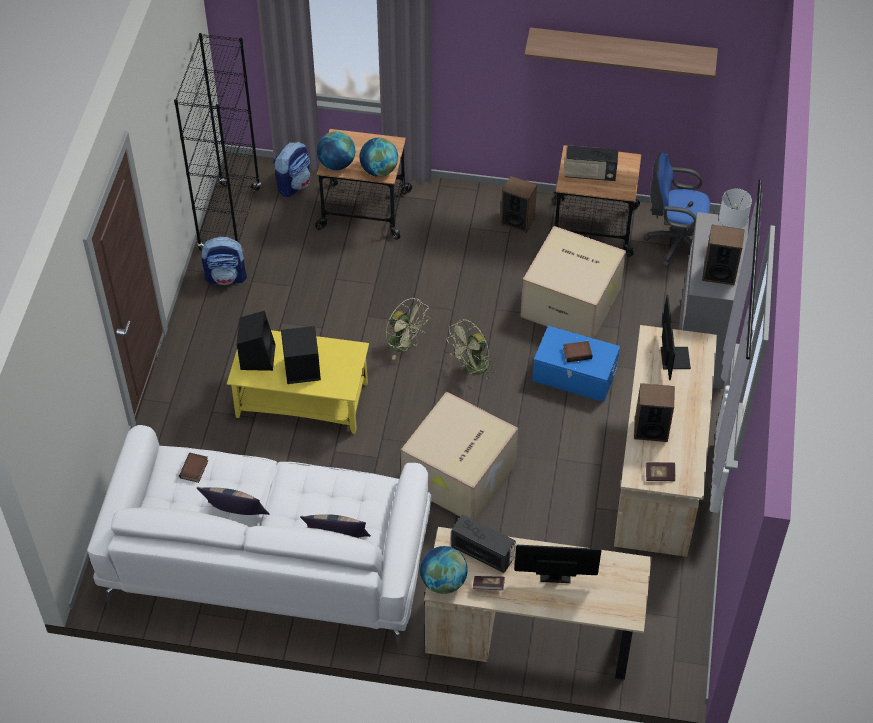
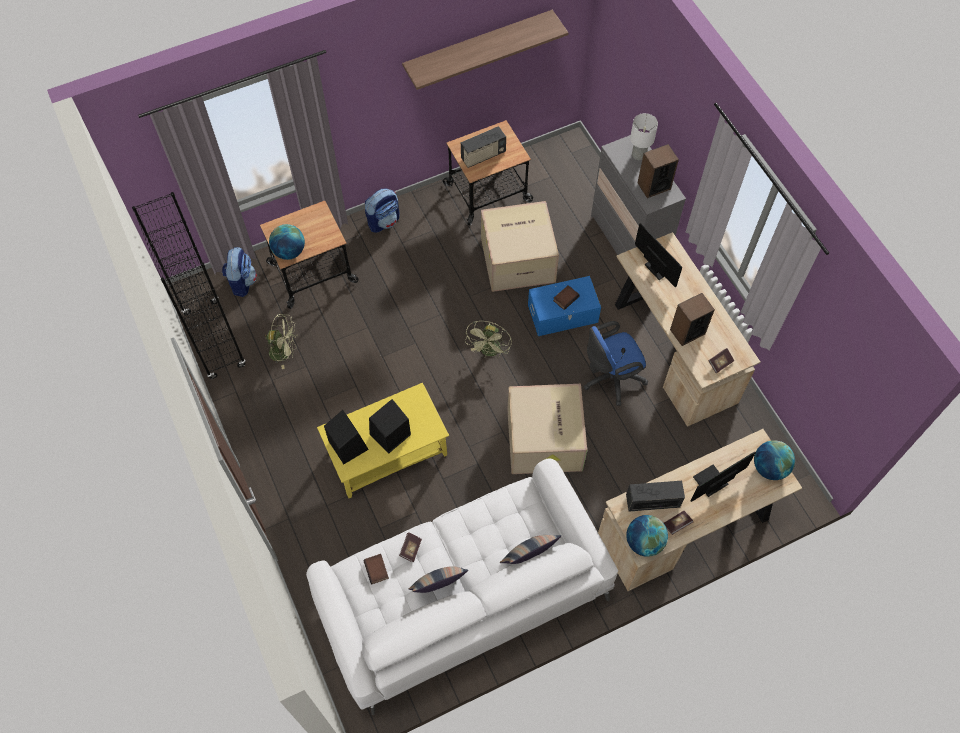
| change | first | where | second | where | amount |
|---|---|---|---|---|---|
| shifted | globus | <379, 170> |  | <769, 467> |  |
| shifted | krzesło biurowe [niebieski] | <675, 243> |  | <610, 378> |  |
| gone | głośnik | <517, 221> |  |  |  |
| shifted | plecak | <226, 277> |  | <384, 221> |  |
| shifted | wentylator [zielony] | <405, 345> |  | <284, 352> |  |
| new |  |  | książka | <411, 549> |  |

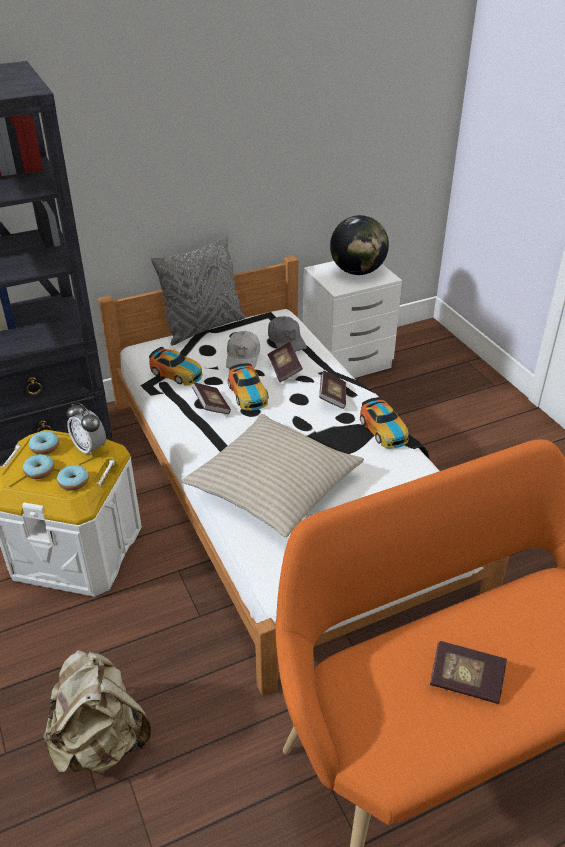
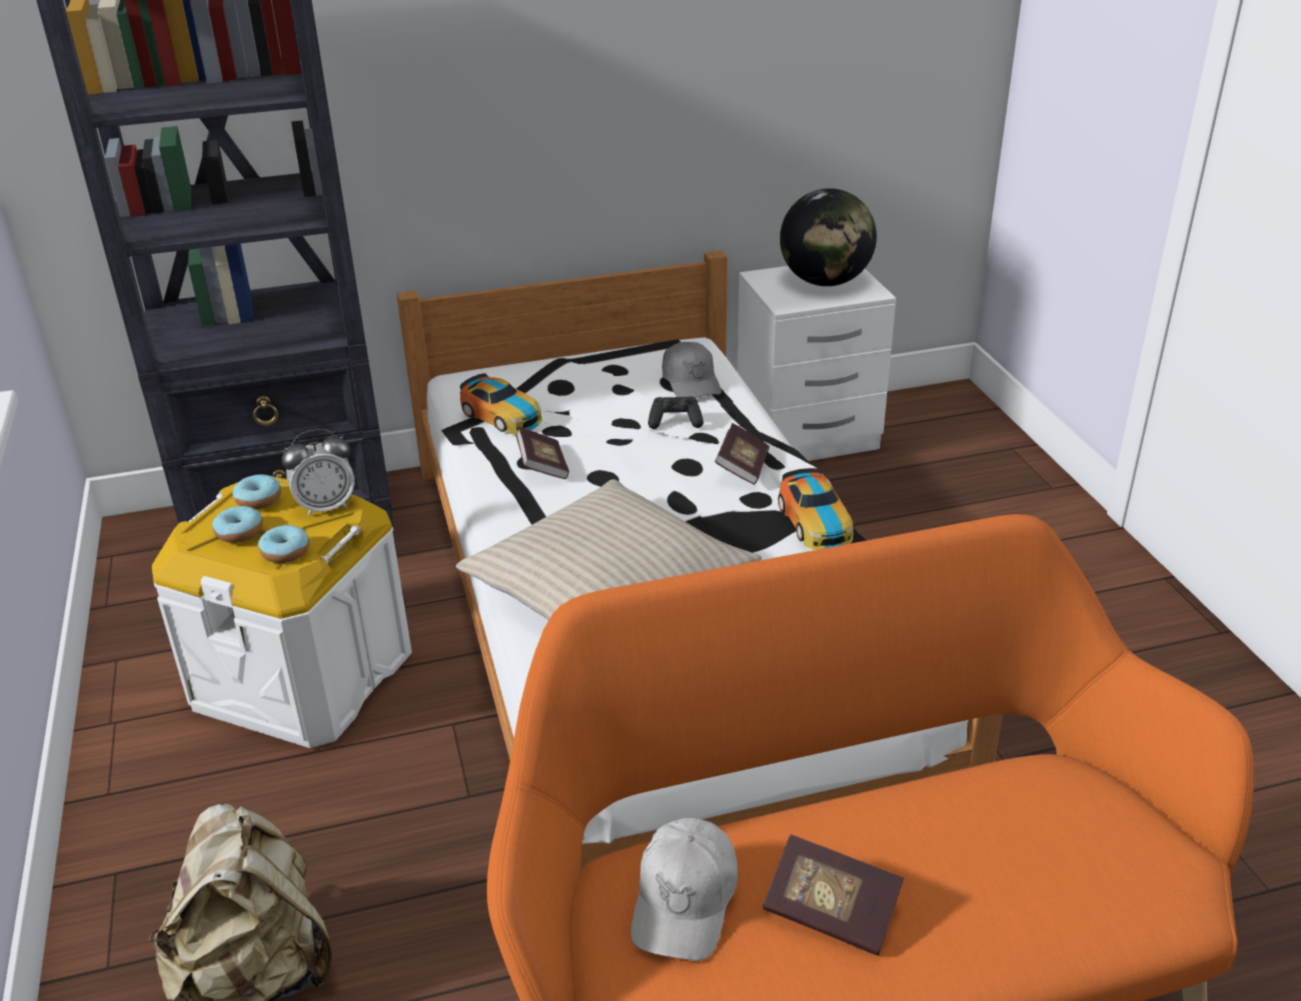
| change | first | where | second | where | amount |
|---|---|---|---|---|---|
| gone | poduszka [szary] | <203, 327> |  |  |  |
| shifted | czapka z daszkiem [biały] | <243, 357> |  | <685, 900> |  |
| swapped | książka | <284, 369> | pad do gier [czarny] | <675, 421> |  |
| gone | samochodzik | <248, 394> |  |  |  |
| rotated | budzik | <90, 448> |  | <326, 506> | 75 degrees counterclockwise |

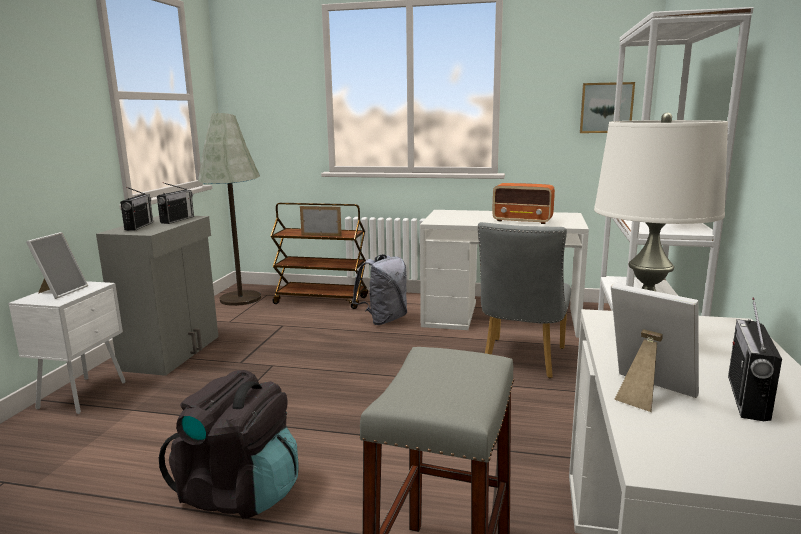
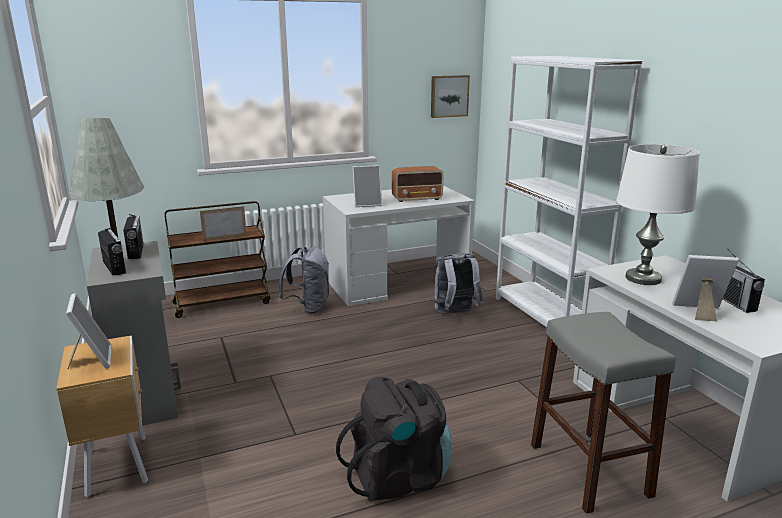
| change | first | where | second | where | amount |
|---|---|---|---|---|---|
| swapped | krzesło [szary] | <521, 361> | plecak [szary] | <455, 314> |  |
| repainted | szafka nocna [biały] | <85, 394> | szafka nocna [brązowy] | <119, 464> |  |
| new |  |  | ramka na zdjęcie | <367, 204> |  |

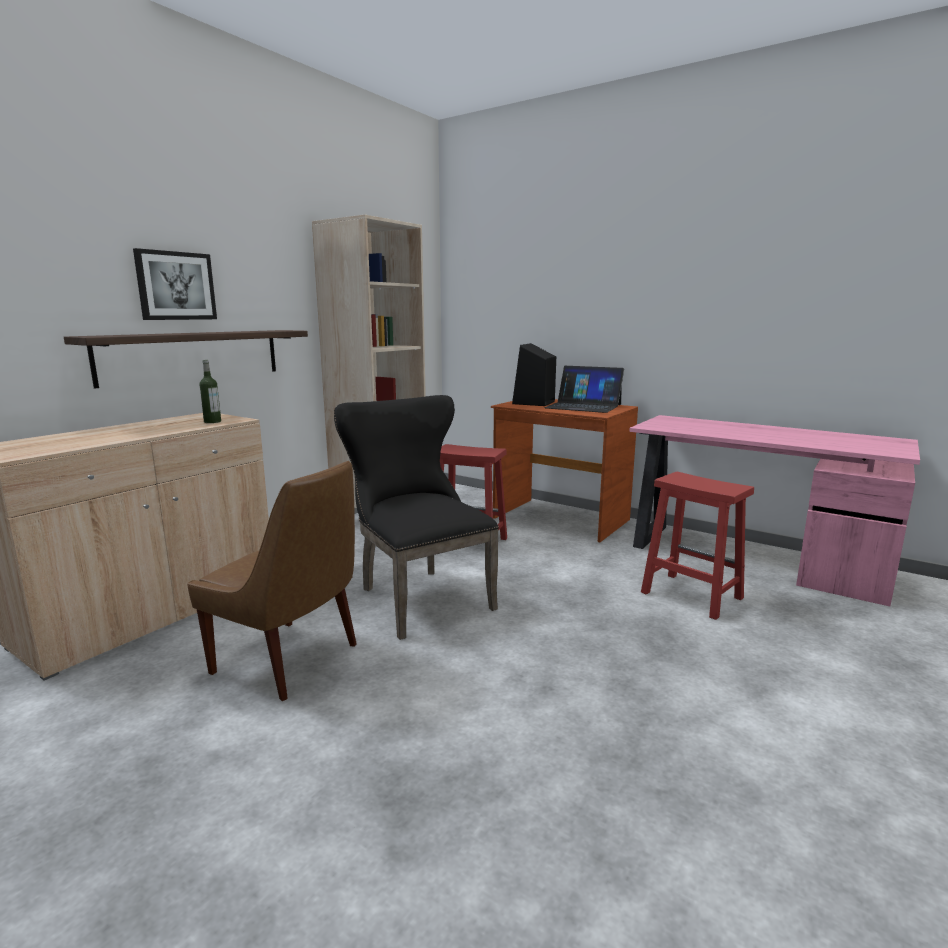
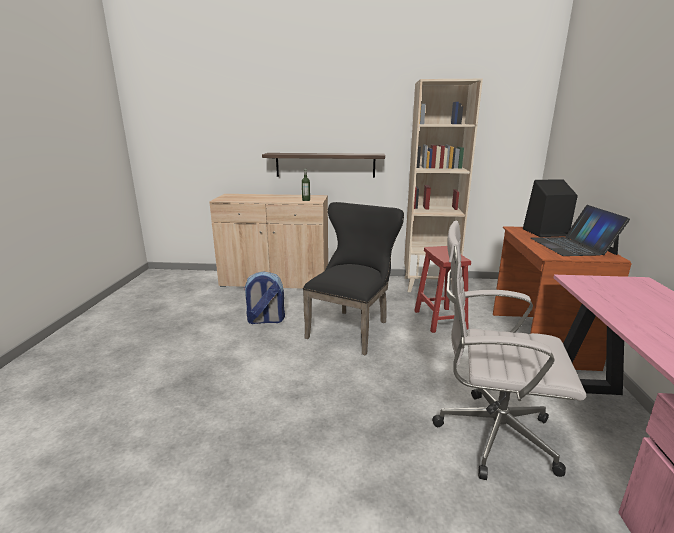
| change | first | where | second | where | amount |
|---|---|---|---|---|---|
| gone | obraz | <175, 286> |  |  |  |
| swapped | krzesło [brązowy] | <290, 660> | plecak | <265, 320> |  |
| swapped | stołek [czerwony] | <690, 595> | krzesło biurowe [biały] | <489, 434> |  |

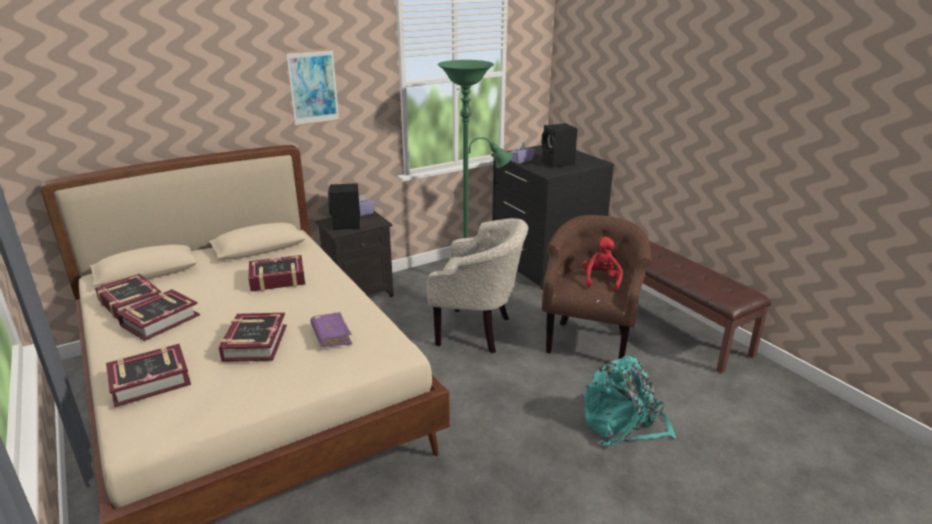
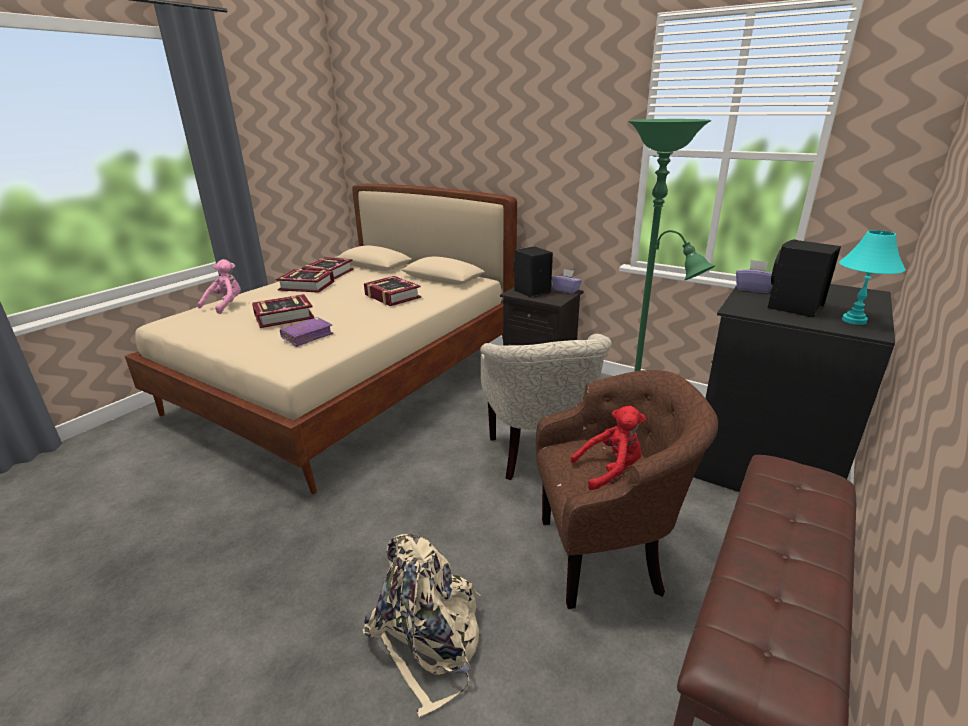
| change | first | where | second | where | amount |
|---|---|---|---|---|---|
| gone | obraz | <313, 87> |  |  |  |
| swapped | książka | <150, 381> | pluszak [różowy] | <226, 305> |  |
| repainted | plecak [turkusowy] | <623, 424> | plecak [beżowy] | <428, 640> |  |
| new |  |  | lampa stołowa [turkusowy] | <854, 321> |  |

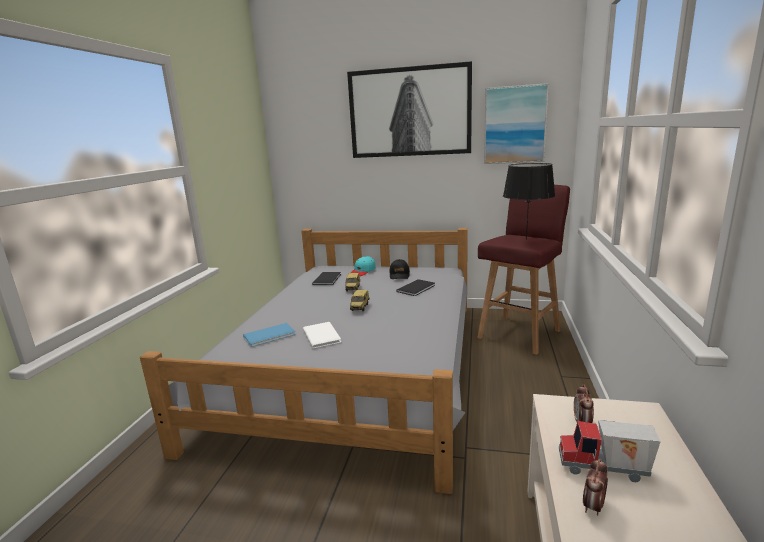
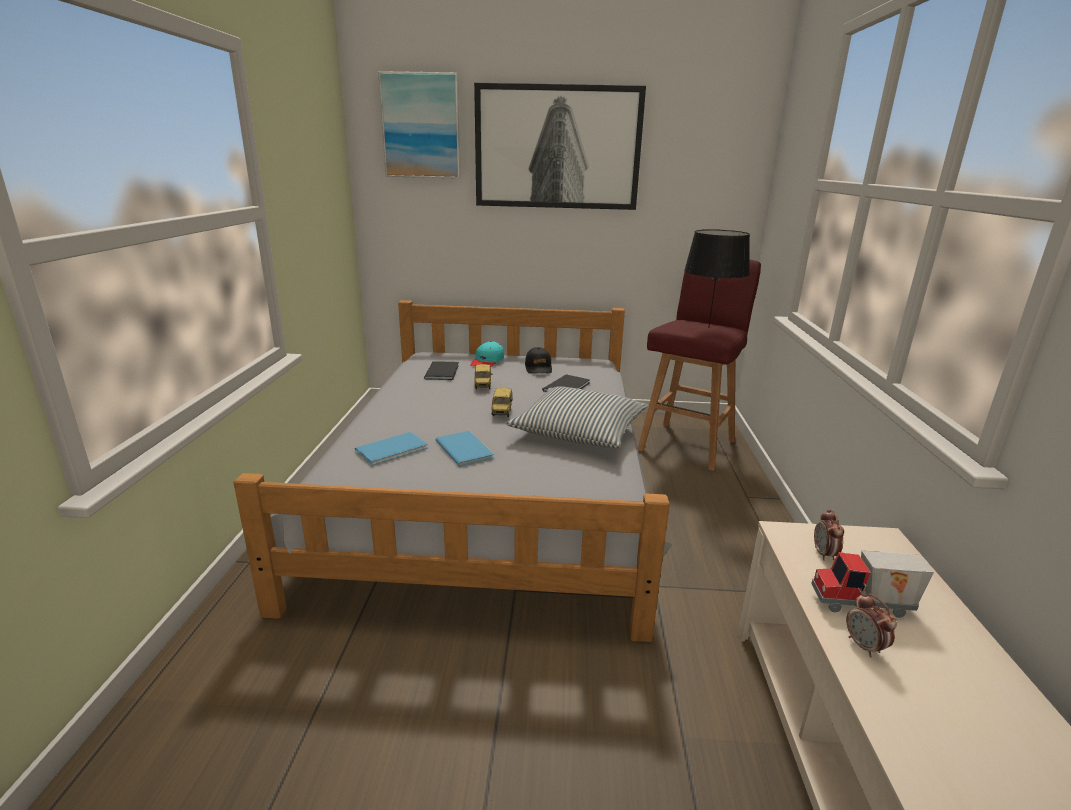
| change | first | where | second | where | amount |
|---|---|---|---|---|---|
| shifted | obraz | <514, 125> |  | <421, 126> |  |
| repainted | książka [biały] | <322, 335> | książka [niebieski] | <465, 448> |  |
| rotated | budzik | <593, 506> |  | <864, 646> | 45 degrees counterclockwise |
| new |  |  | poduszka | <579, 430> |  |

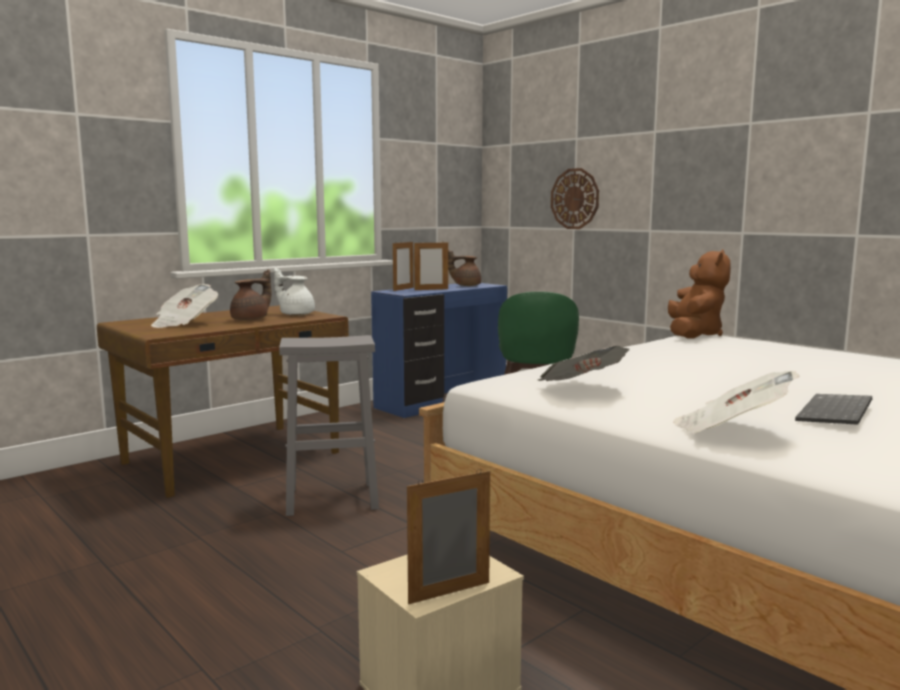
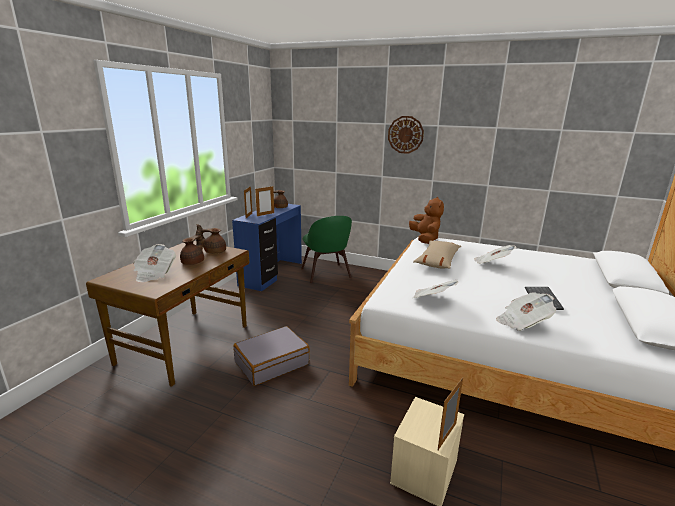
| change | first | where | second | where | amount |
|---|---|---|---|---|---|
| shifted | zegar ścienny | <575, 198> |  | <405, 134> |  |
| repainted | imbryk [biały] | <296, 314> | imbryk [brązowy] | <214, 251> |  |
| swapped | stołek [szary] | <330, 499> | walizka [szary] | <271, 363> |  |
| new |  |  | poduszka [beżowy] | <438, 261> |  |
| new |  |  | gazeta | <492, 263> |  |

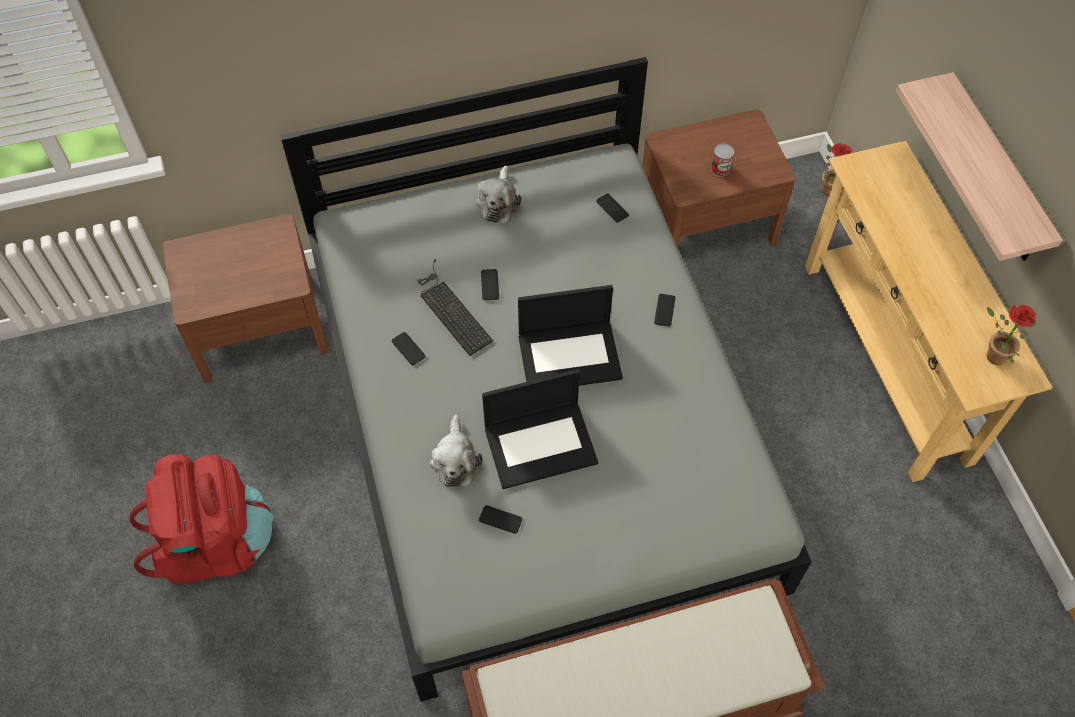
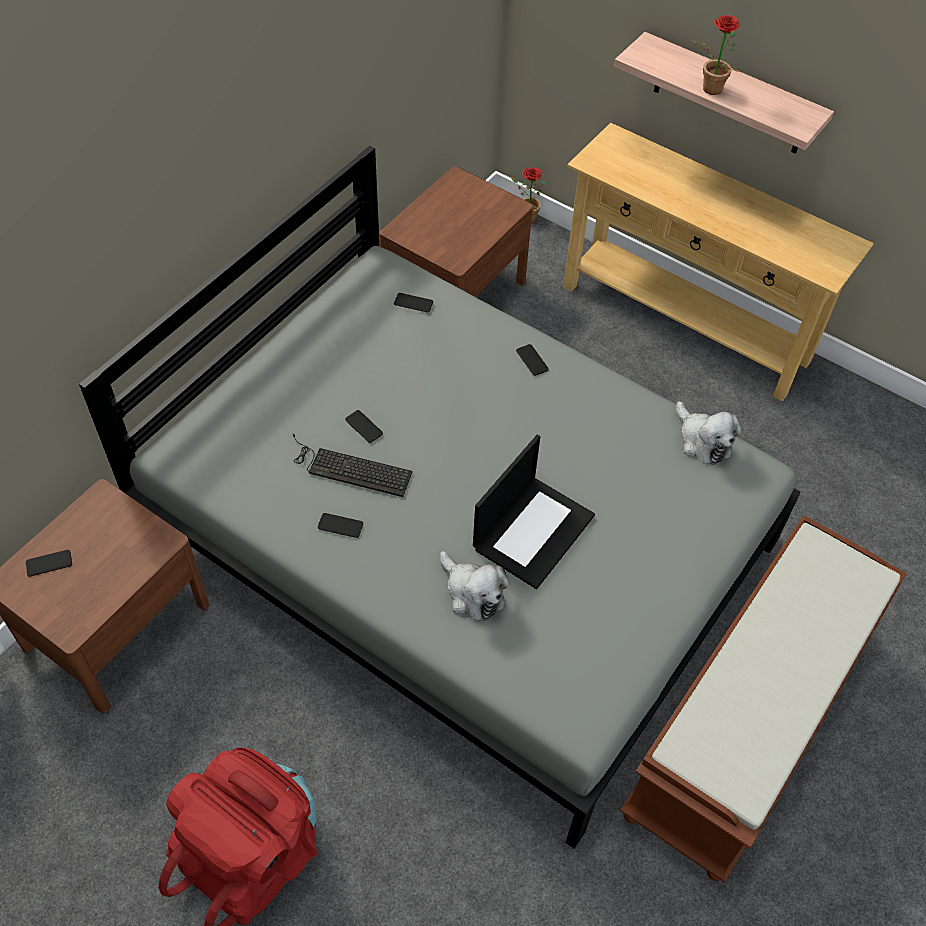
| change | first | where | second | where | amount |
|---|---|---|---|---|---|
| gone | puszka | <720, 169> |  |  |  |
| shifted | pluszak | <498, 202> |  | <702, 441> |  |
| gone | laptop | <570, 355> |  |  |  |
| shifted | roślina doniczkowa | <991, 355> |  | <708, 89> |  |
| shifted | telefon | <500, 519> |  | <49, 563> |  |

